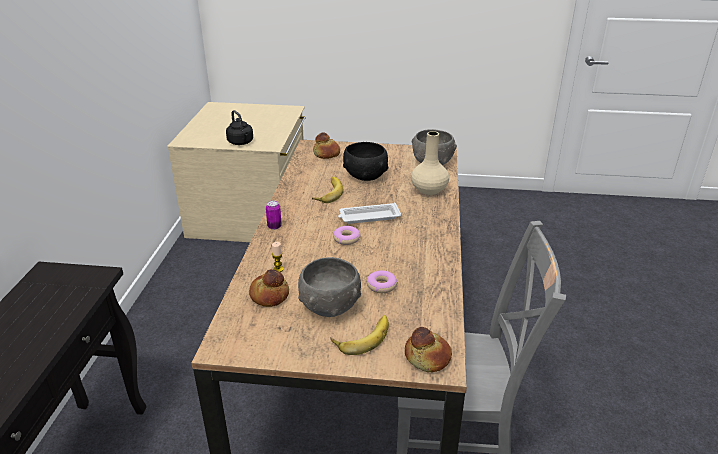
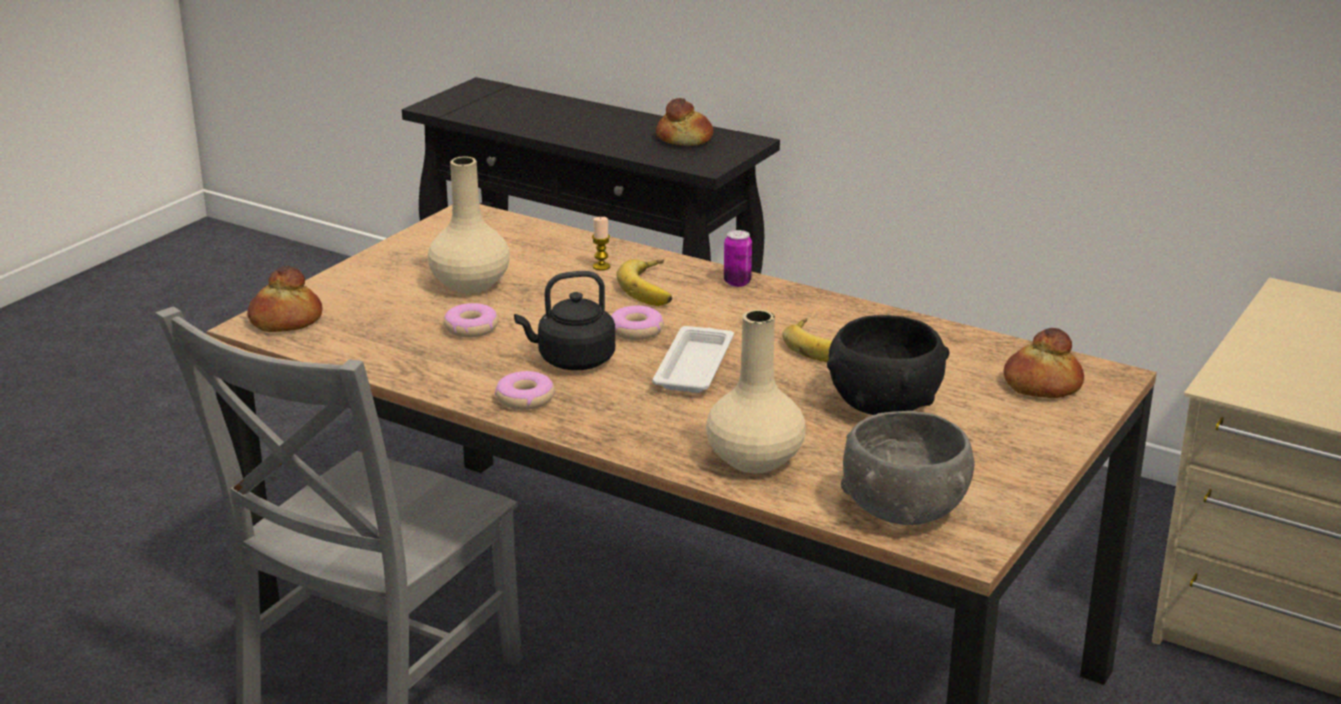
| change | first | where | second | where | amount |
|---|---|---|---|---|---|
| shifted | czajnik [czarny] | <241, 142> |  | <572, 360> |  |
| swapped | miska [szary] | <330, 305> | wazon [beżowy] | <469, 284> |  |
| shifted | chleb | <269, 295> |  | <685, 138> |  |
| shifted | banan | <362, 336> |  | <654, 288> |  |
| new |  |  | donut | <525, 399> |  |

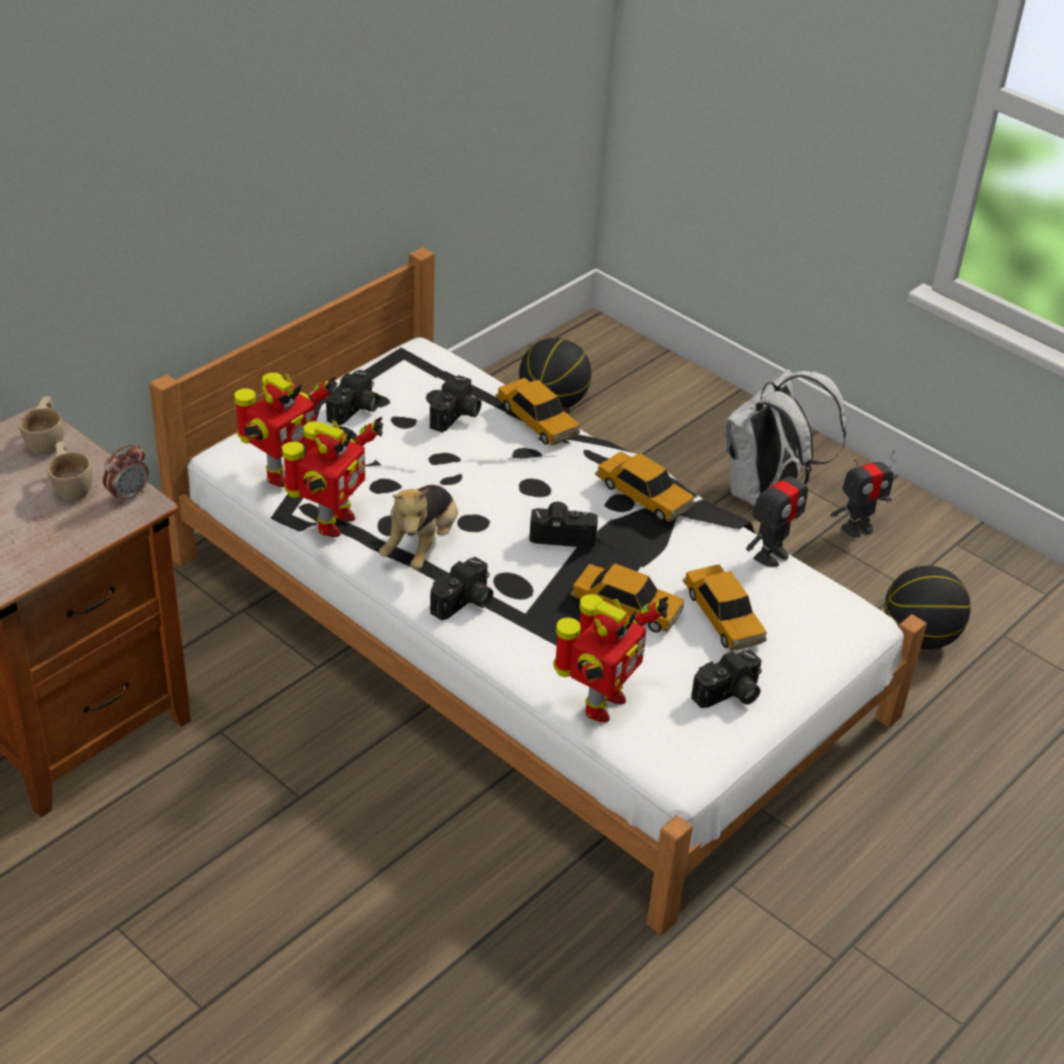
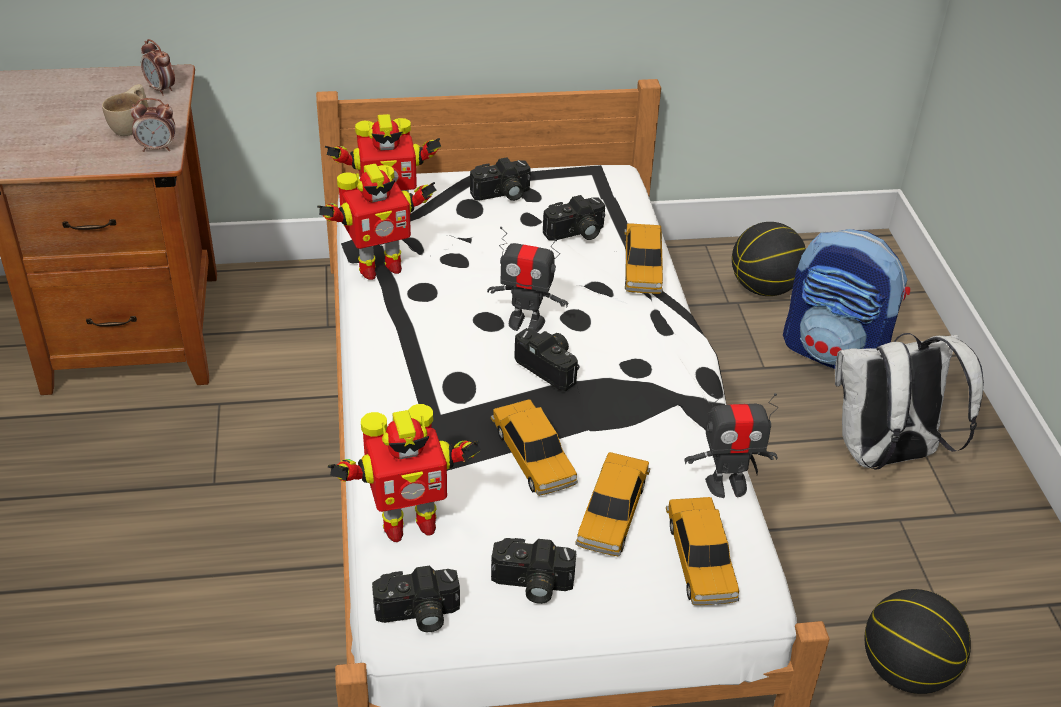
| change | first | where | second | where | amount |
|---|---|---|---|---|---|
| swapped | filiżanka [beżowy] | <47, 441> | budzik | <161, 89> |  |
| shifted | robot zabawkowy | <857, 528> |  | <526, 322> |  |
| shifted | samochodzik | <644, 495> |  | <700, 560> |  |
| gone | pluszak | <422, 545> |  |  |  |
| shifted | aparat fotograficzny | <464, 603> |  | <417, 615> |  |
| new |  |  | plecak | <835, 354> |  |

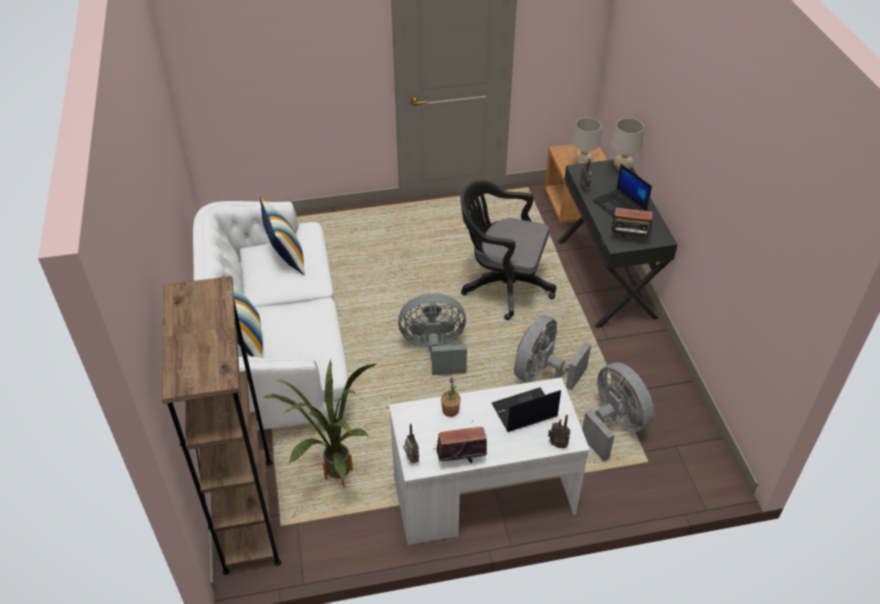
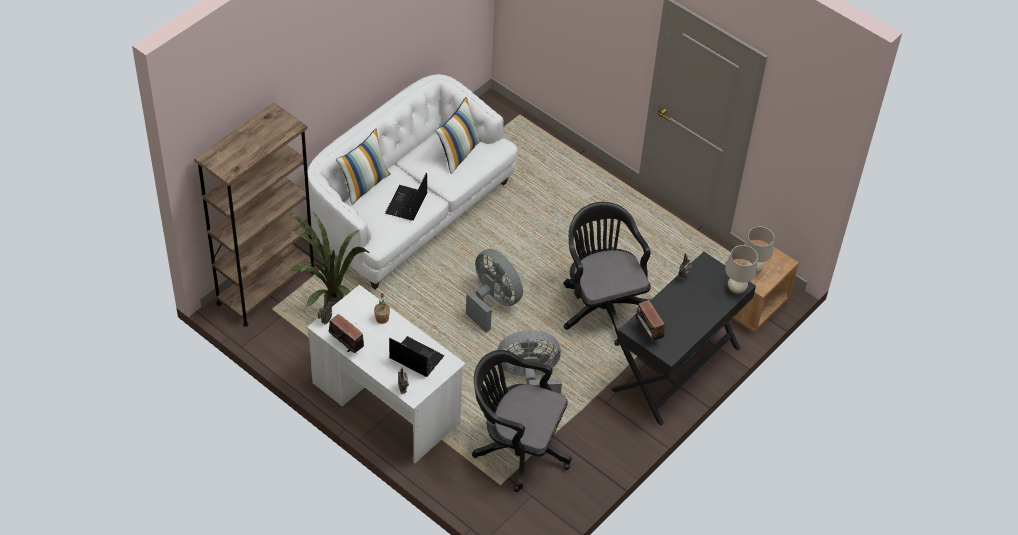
| change | first | where | second | where | amount |
|---|---|---|---|---|---|
| shifted | laptop | <620, 207> |  | <406, 204> |  |
| swapped | wentylator [szary] | <613, 426> | krzesło biurowe [czarny] | <517, 448> |  |

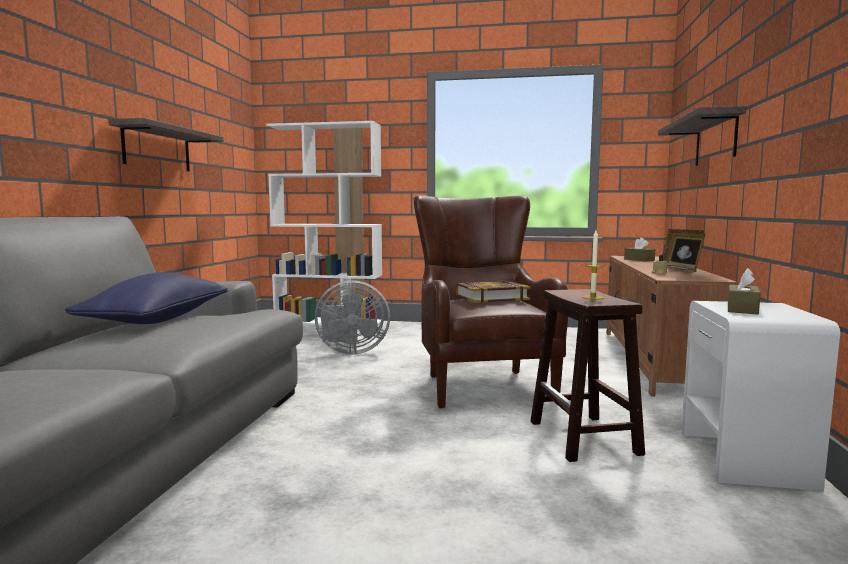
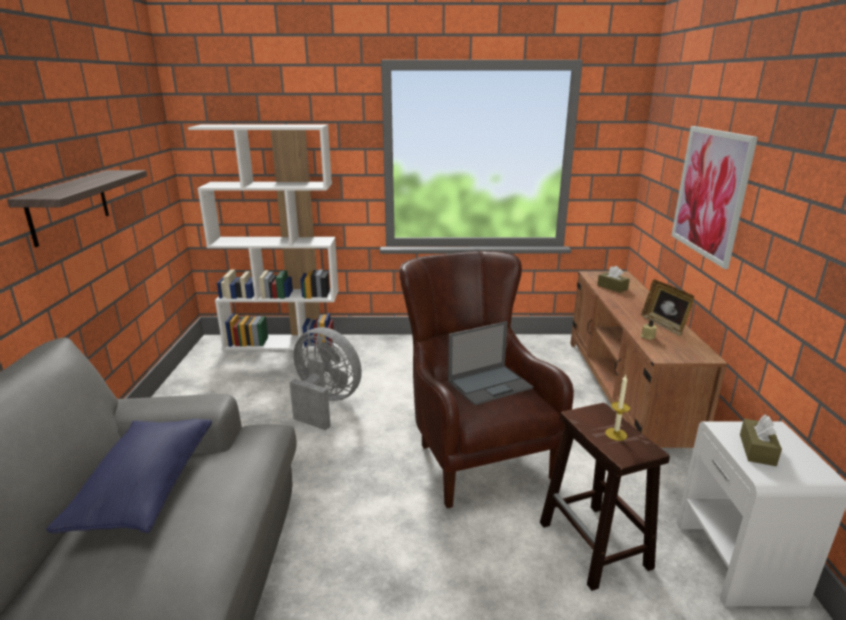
| change | first | where | second | where | amount |
|---|---|---|---|---|---|
| swapped | półka | <715, 140> | obraz | <710, 193> |  |
| rotated | wentylator [szary] | <350, 351> |  | <325, 403> | 135 degrees counterclockwise |
| swapped | książka | <491, 297> | laptop | <490, 384> |  |

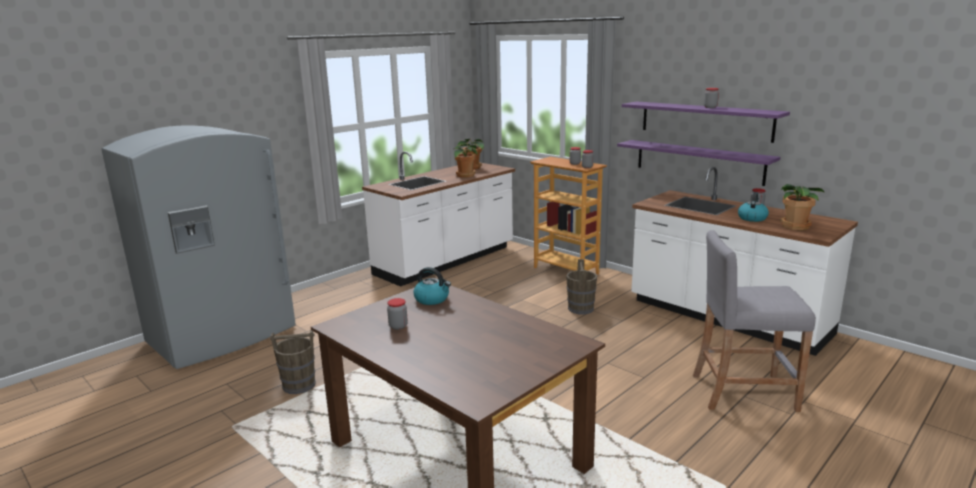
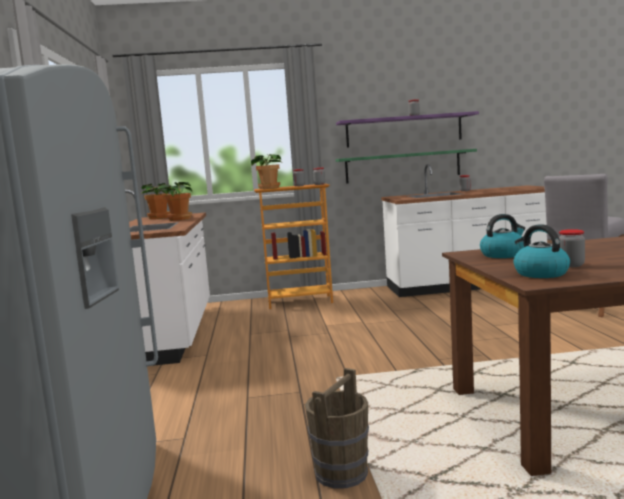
| change | first | where | second | where | amount |
|---|---|---|---|---|---|
| repainted | półka [fioletowy] | <698, 161> | półka [zielony] | <402, 166> |  |
| shifted | roślina doniczkowa | <795, 226> |  | <269, 188> |  |
| shifted | czajnik | <752, 218> |  | <540, 273> |  |
| gone | wiadro [brązowy] | <581, 308> |  |  |  |

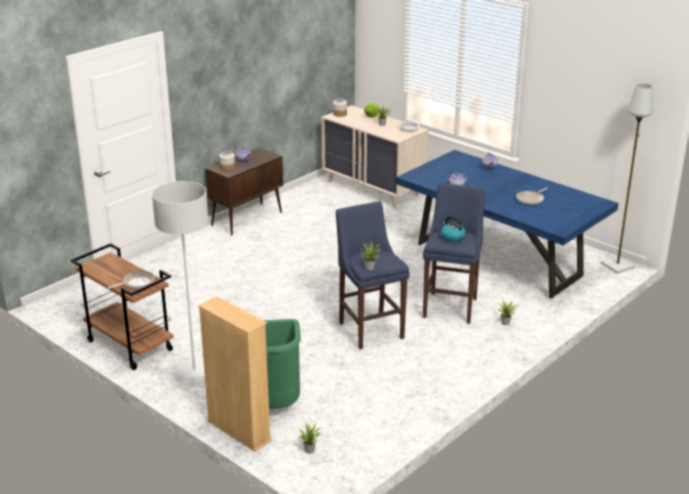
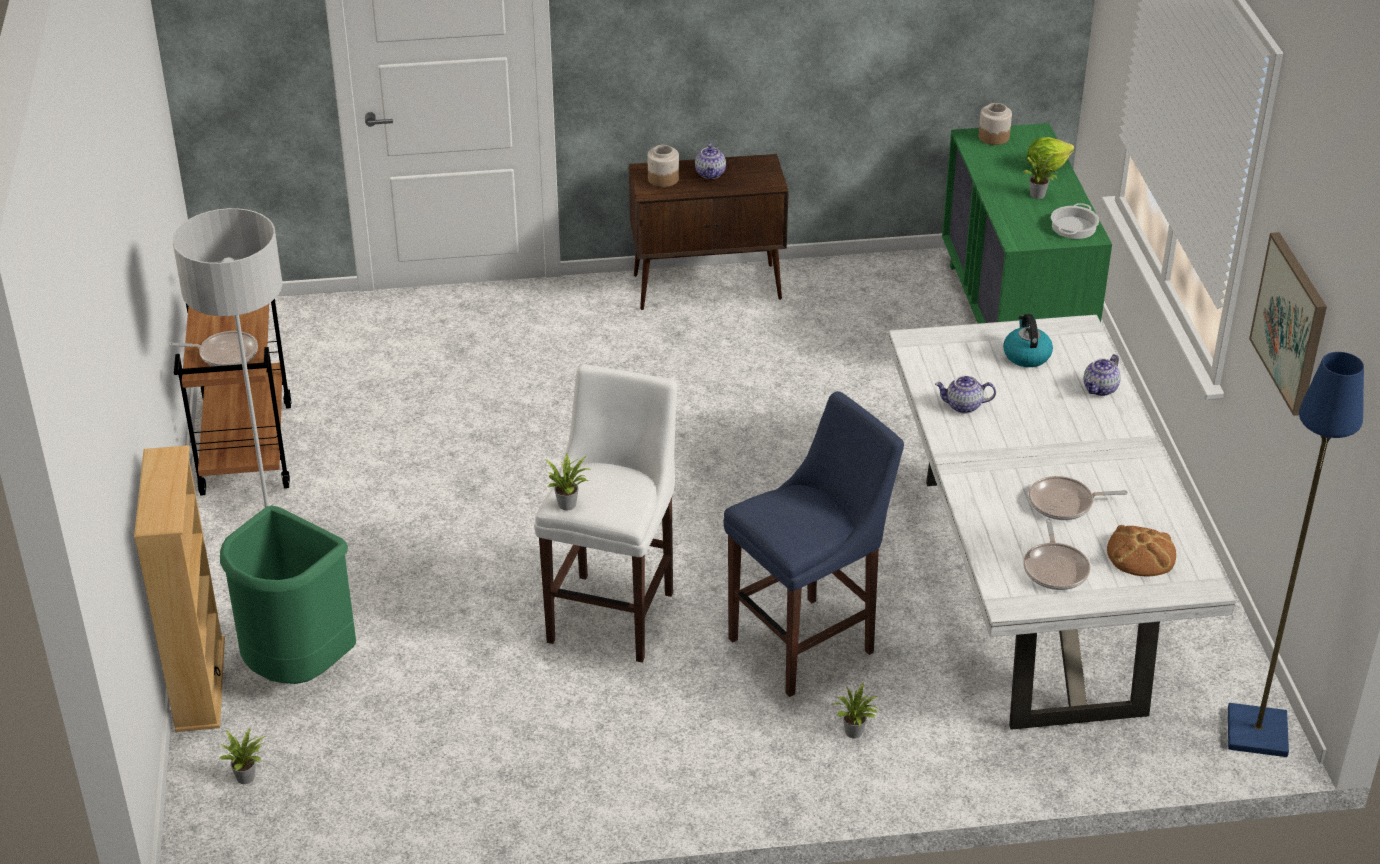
| change | first | where | second | where | amount |
|---|---|---|---|---|---|
| repainted | lampa stojąca [szary] | <618, 265> | lampa stojąca [niebieski] | <1258, 733> |  |
| repainted | komoda [beżowy] | <373, 188> | komoda [zielony] | <1013, 319> |  |
| repainted | stół jadalny [niebieski] | <499, 260> | stół jadalny [biały] | <1031, 594> |  |
| repainted | stołek [niebieski] | <370, 329> | stołek [biały] | <614, 612> |  |
| shifted | czajnik | <452, 237> |  | <1026, 355> |  |
| new |  |  | obraz | <1291, 323> |  |
| new |  |  | patelnia | <1055, 568> |  |
| new |  |  | chleb | <1140, 554> |  |

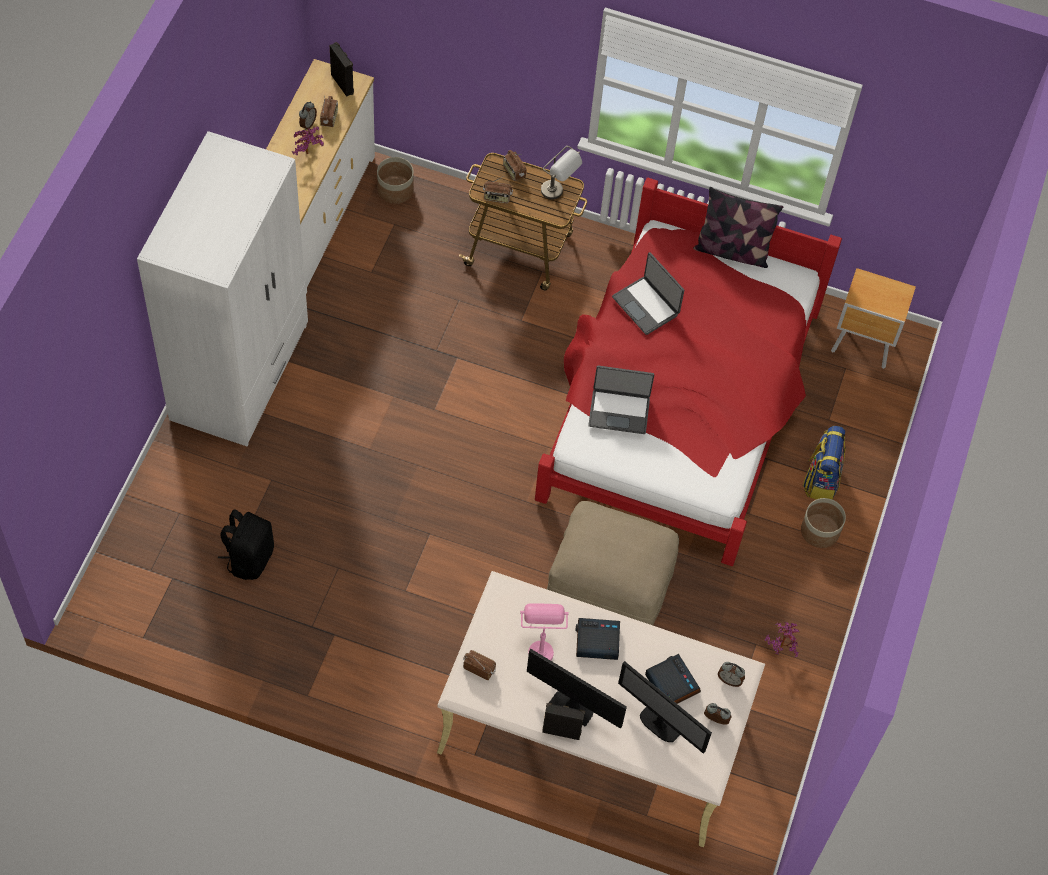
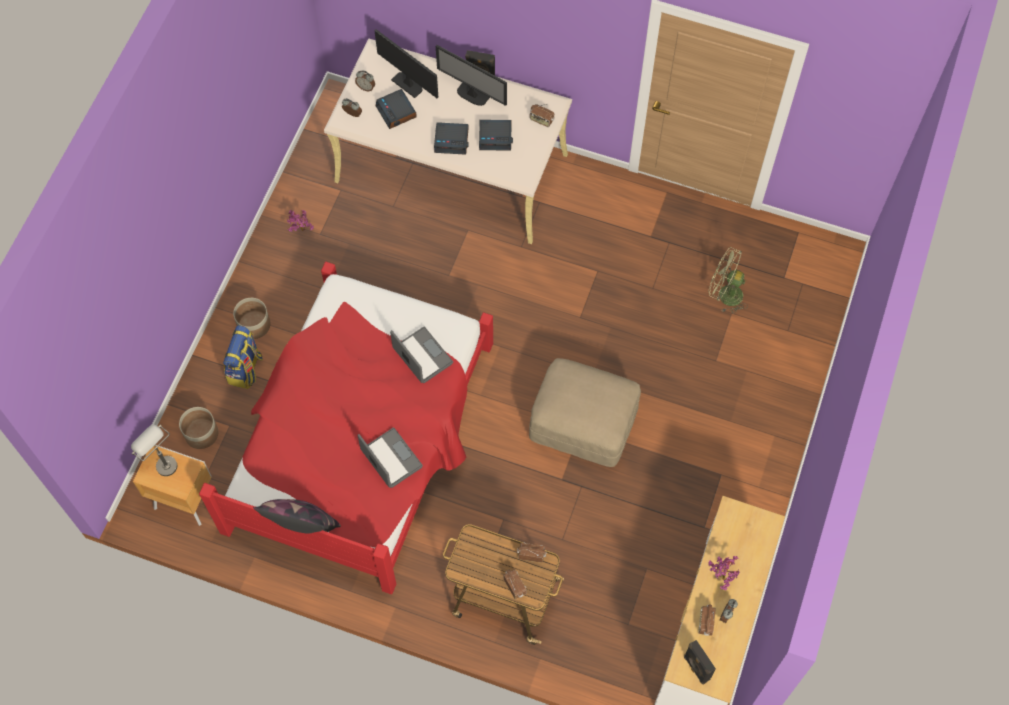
| change | first | where | second | where | amount |
|---|---|---|---|---|---|
| gone | szafa [biały] | <241, 372> |  |  |  |
| shifted | lampa stołowa [szary] | <558, 194> |  | <161, 462> |  |
| shifted | donica | <395, 190> |  | <201, 434> |  |
| rotated | laptop | <619, 411> |  | <421, 356> | 45 degrees clockwise |
| shifted | pufa [beżowy] | <611, 580> |  | <582, 423> |  |
| swapped | plecak [czarny] | <249, 558> | wentylator [zielony] | <725, 294> |  |
| swapped | lampa stołowa [różowy] | <539, 645> | budzik | <495, 137> |  |

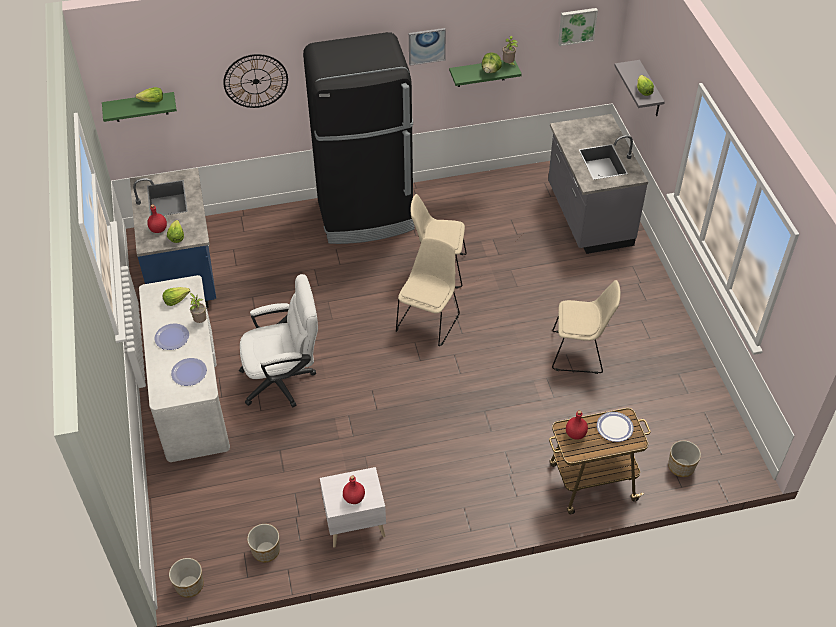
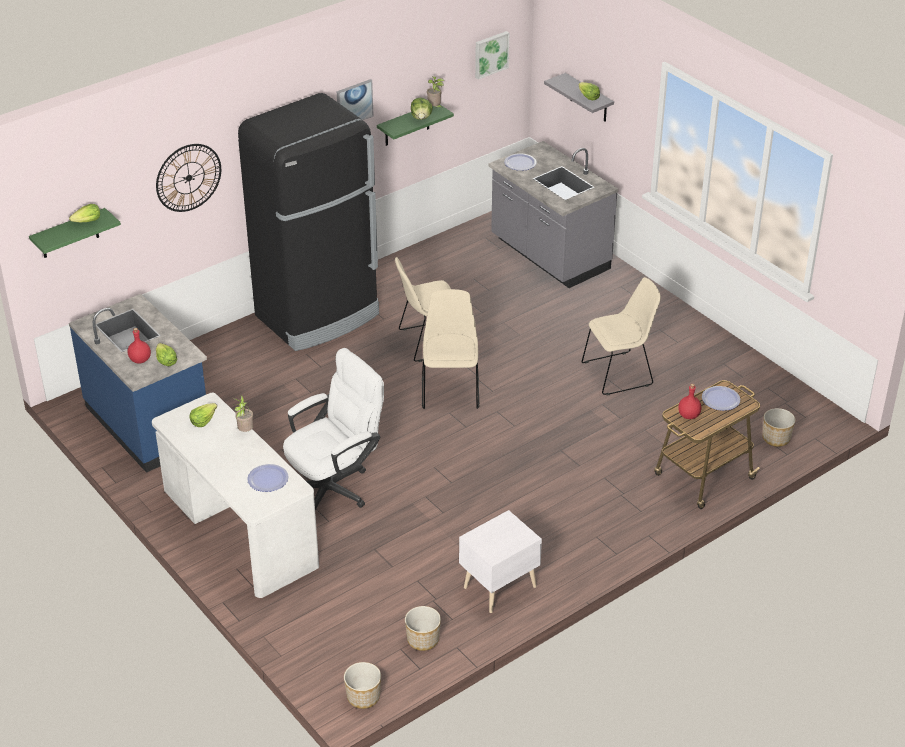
| change | first | where | second | where | amount |
|---|---|---|---|---|---|
| shifted | talerz | <172, 337> |  | <520, 163> |  |
| gone | butelka [czerwony] | <353, 498> |  |  |  |

